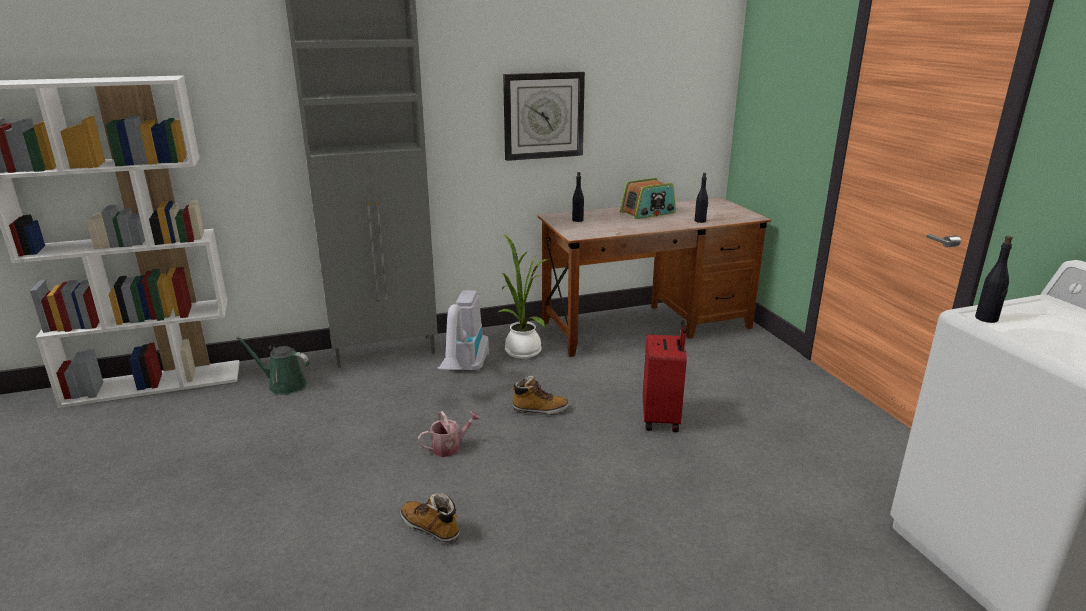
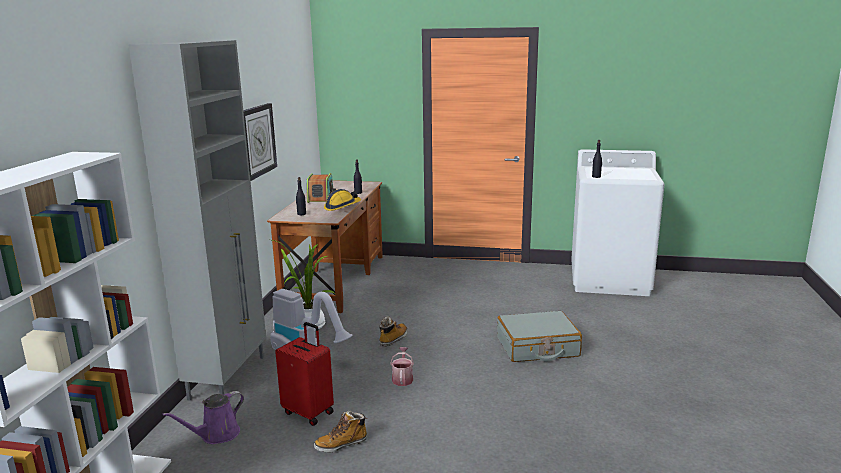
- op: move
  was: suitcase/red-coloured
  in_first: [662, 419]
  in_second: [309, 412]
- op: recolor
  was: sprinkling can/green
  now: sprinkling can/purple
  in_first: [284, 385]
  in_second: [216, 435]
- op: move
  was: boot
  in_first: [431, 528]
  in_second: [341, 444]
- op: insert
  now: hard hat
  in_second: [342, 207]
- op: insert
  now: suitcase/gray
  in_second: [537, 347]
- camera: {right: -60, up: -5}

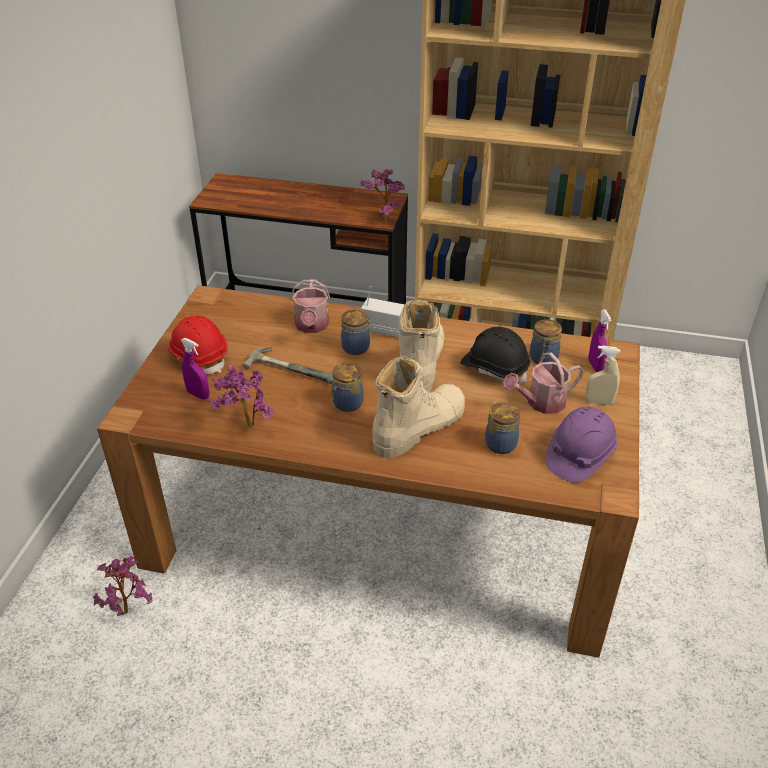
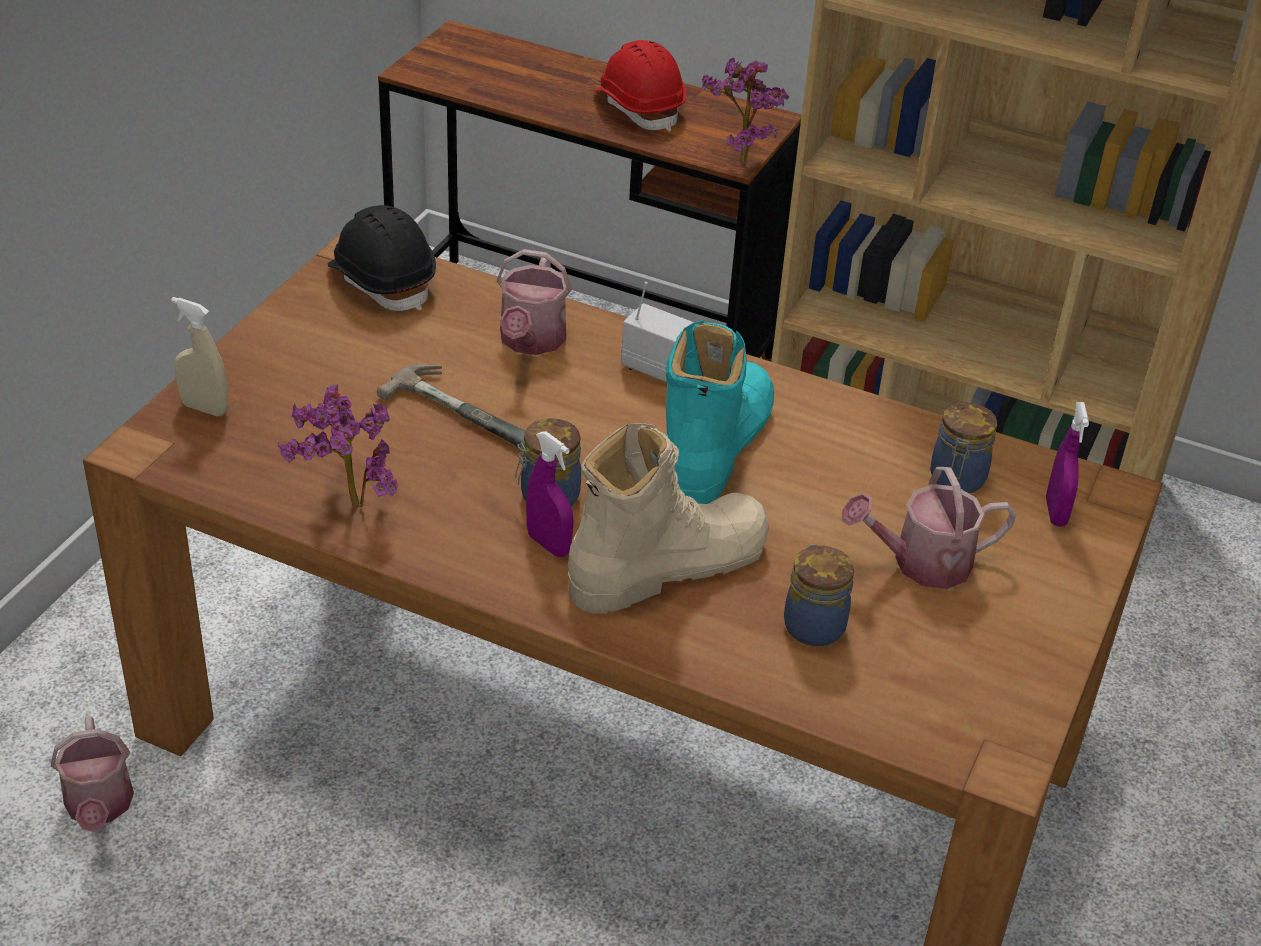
- op: recolor
  was: boot/beige-coloured
  now: boot/turquoise-coloured
  in_first: [421, 363]
  in_second: [714, 447]
- op: delete
  was: storage jar
  in_first: [357, 347]
- op: move
  was: hard hat/red-coloured
  in_first: [198, 357]
  in_second: [639, 108]
- op: move
  was: hard hat/black
  in_first: [494, 368]
  in_second: [382, 281]
- op: move
  was: spray bottle/purple
  in_first: [198, 394]
  in_second: [548, 544]
- op: move
  was: spray bottle/beige-coloured
  in_first: [598, 402]
  in_second: [205, 408]
- op: delete
  was: hard hat/purple
  in_first: [579, 456]
- op: replace
  was: potted plant
  now: sprinkling can
  in_first: [128, 609]
  in_second: [99, 807]
- camera: {right: 10, up: 0}

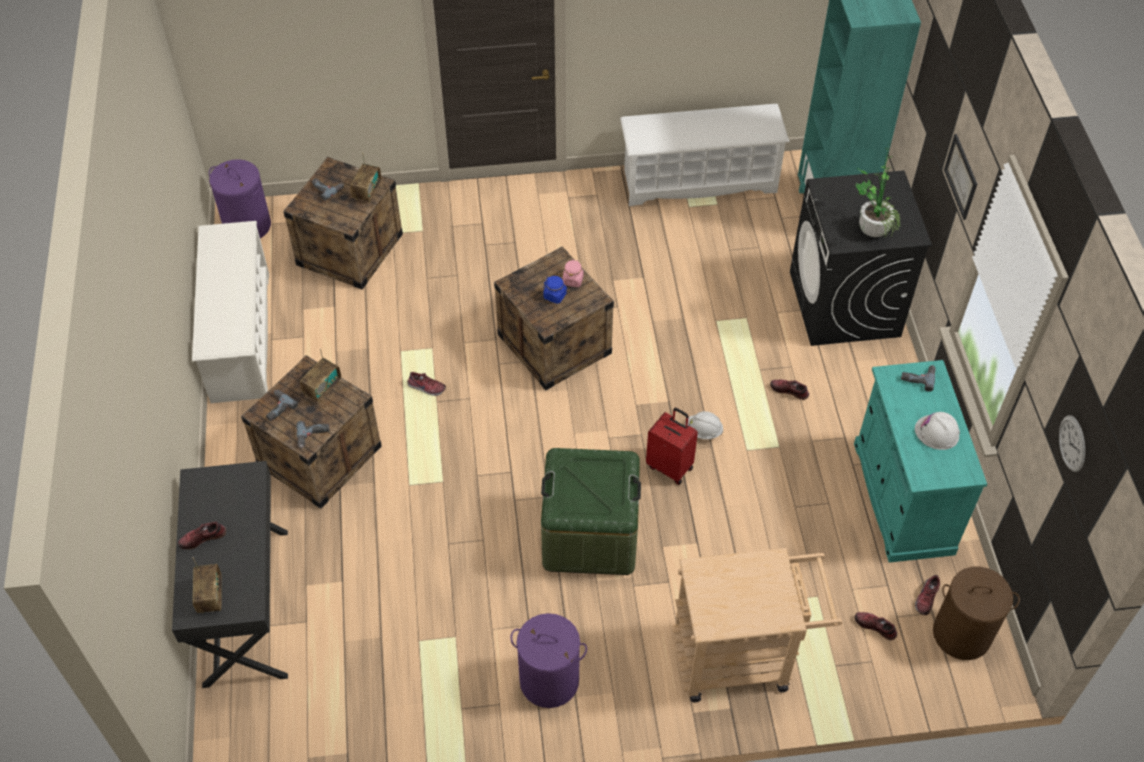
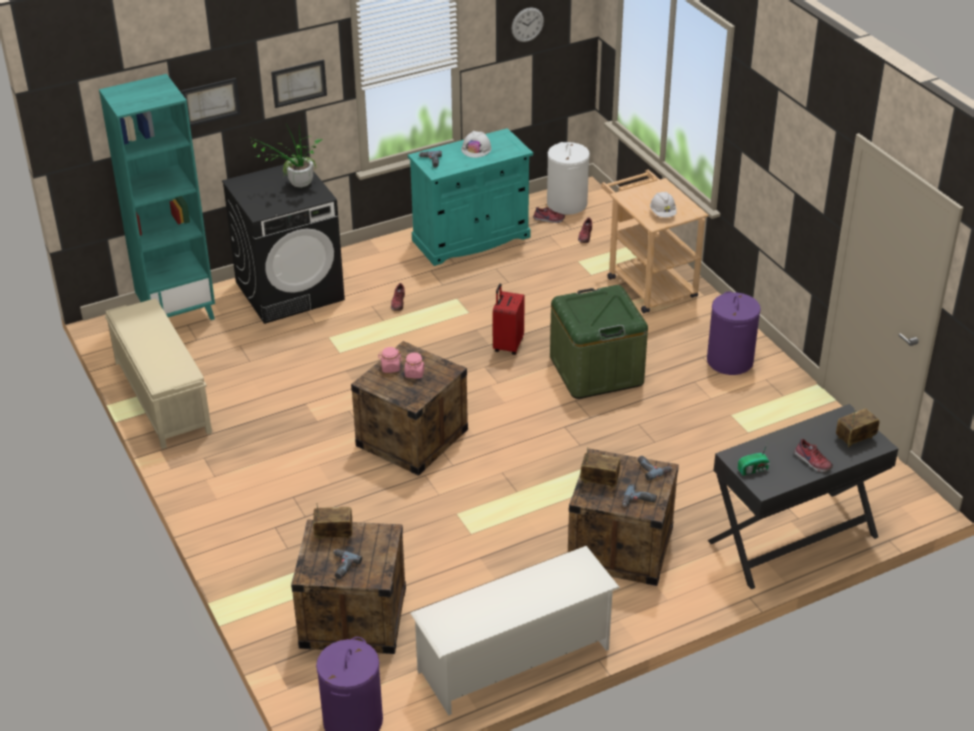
- op: replace
  was: shoe stand/white-coloured
  now: long seat/beige-coloured
  in_first: [699, 181]
  in_second: [162, 396]
- op: recolor
  was: storage jar/blue-coloured
  now: storage jar/pink
  in_first: [555, 296]
  in_second: [414, 373]
- op: delete
  was: low shoe
  in_first: [426, 388]
- op: move
  was: hard hat/white-coloured
  in_first: [703, 431]
  in_second: [663, 213]
- op: recolor
  was: hamper/brown-coloured
  now: hamper/white-coloured
  in_first: [962, 634]
  in_second: [566, 204]
- op: insert
  now: wall art
  in_second: [210, 102]
- op: insert
  now: radio
  in_second: [754, 469]
- camera: {right: -110, up: -15}

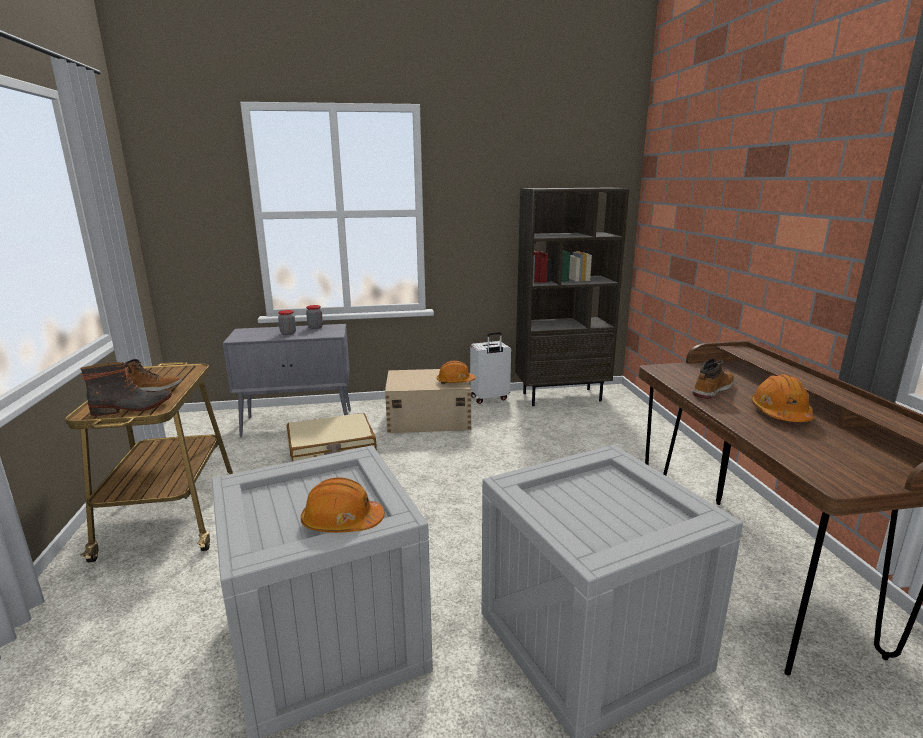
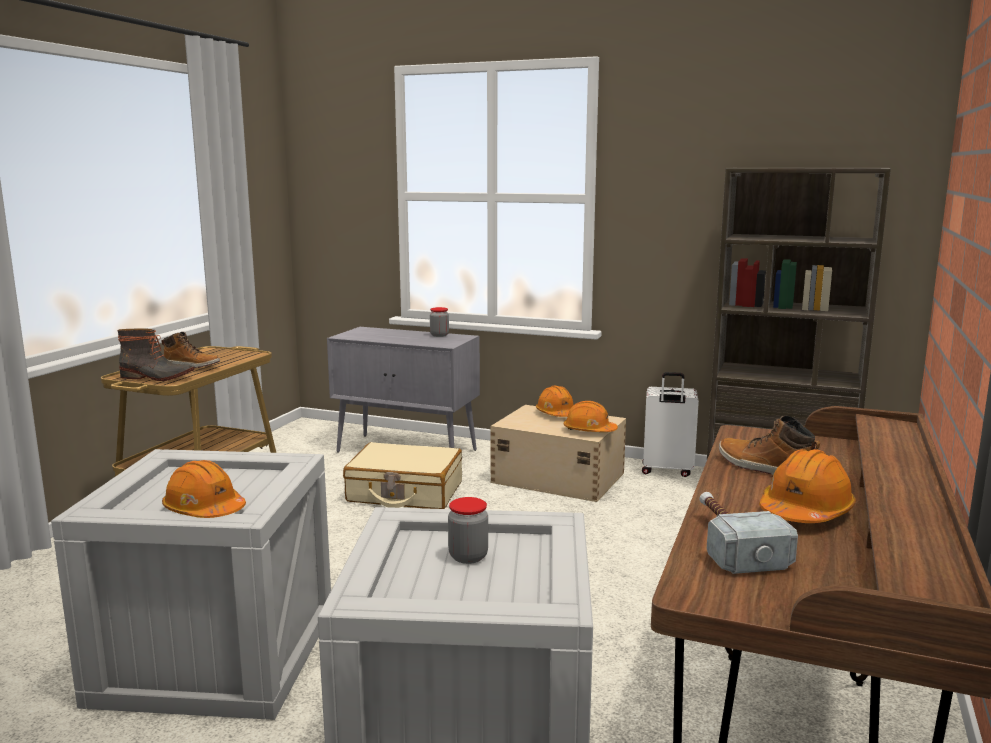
- op: move
  was: storage jar
  in_first: [288, 333]
  in_second: [468, 557]
- op: rotate
  was: boot
  in_first: [712, 390]
  in_second: [764, 468]
  clockwise: -120
- op: insert
  now: hard hat/orange-coloured
  in_second: [556, 414]
- op: insert
  now: hand hammer
  in_second: [730, 543]
- camera: {right: 30, up: -5}

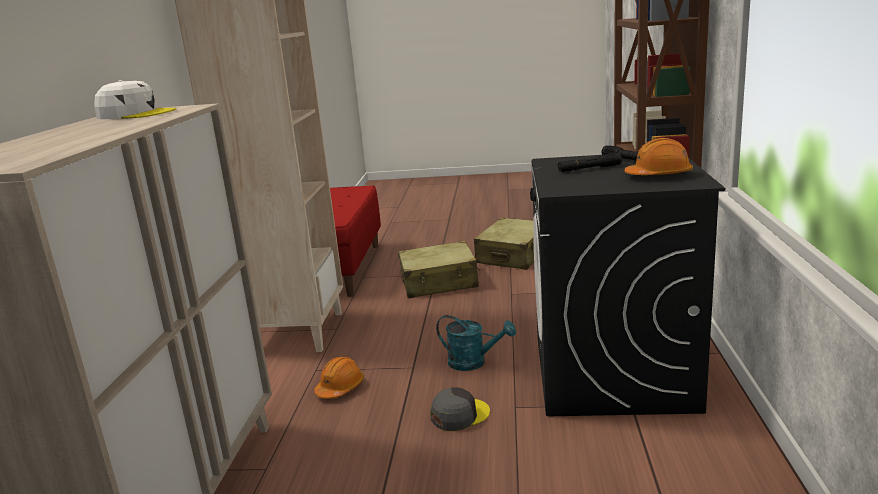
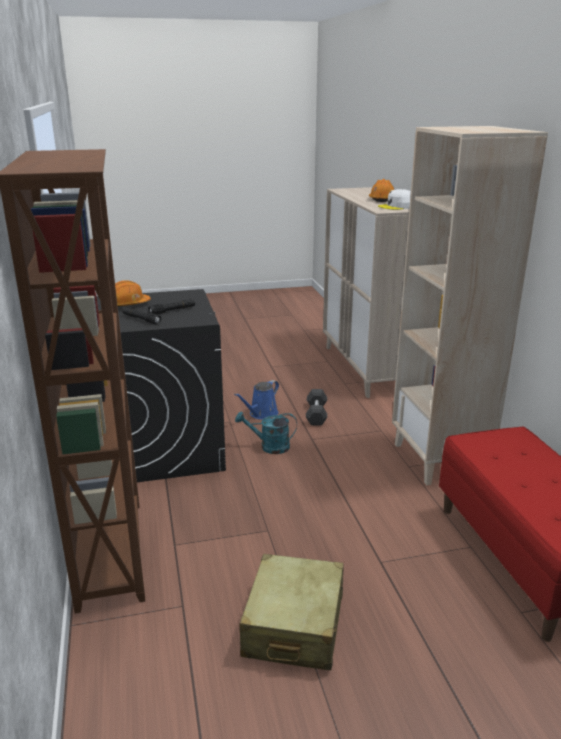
- op: delete
  was: suitcase/beige-coloured
  in_first: [439, 282]
- op: move
  was: hard hat/orange-coloured
  in_first: [340, 388]
  in_second: [382, 199]
- op: replace
  was: peaked cap/gray
  now: sprinkling can/blue-coloured
  in_first: [459, 415]
  in_second: [261, 414]
- op: insert
  now: free weight/gray
  in_second: [316, 414]
- camera: {right: 160, up: 5}

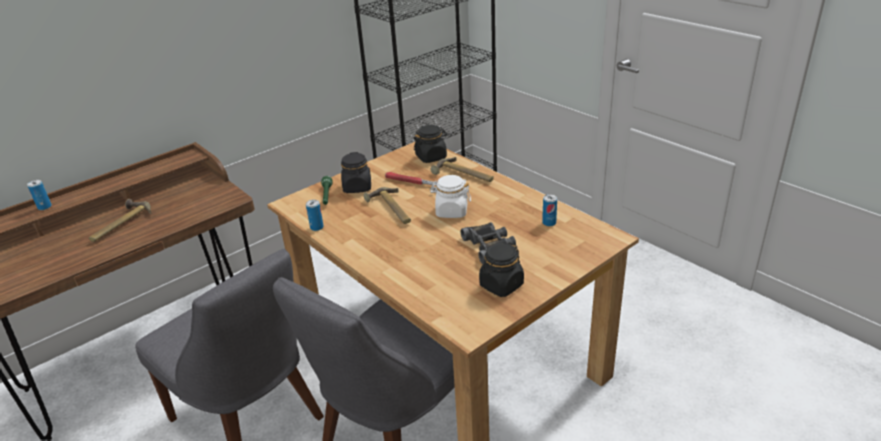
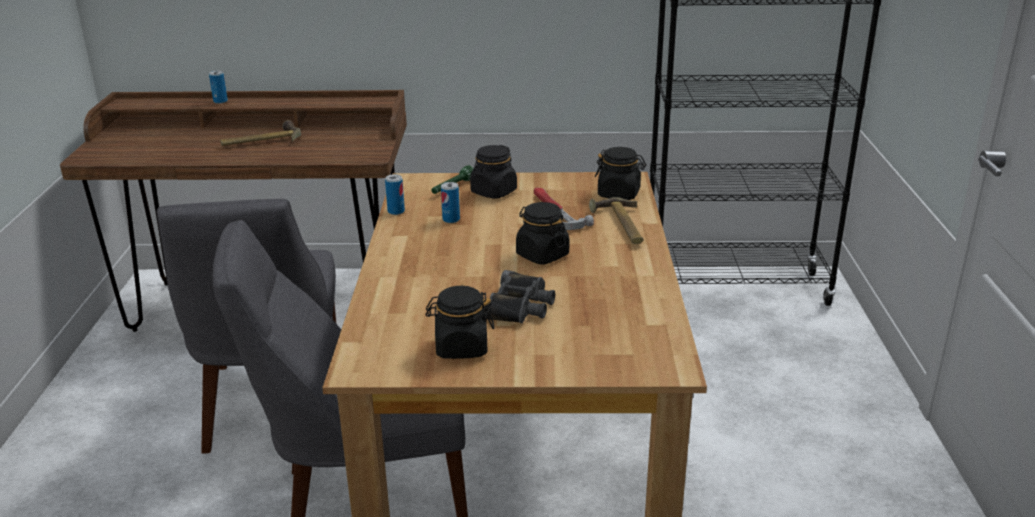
- op: recolor
  was: storage jar/white-coloured
  now: storage jar/black
  in_first: [451, 211]
  in_second: [542, 255]
- op: delete
  was: hand hammer
  in_first: [390, 210]
- op: move
  was: sealed can
  in_first: [549, 223]
  in_second: [451, 219]
- camera: {right: 40, up: -5}

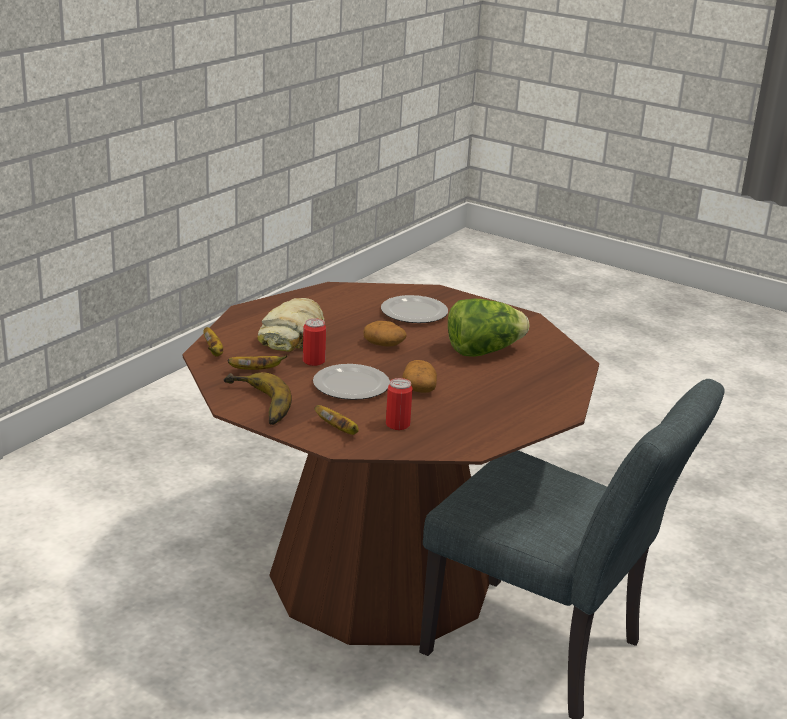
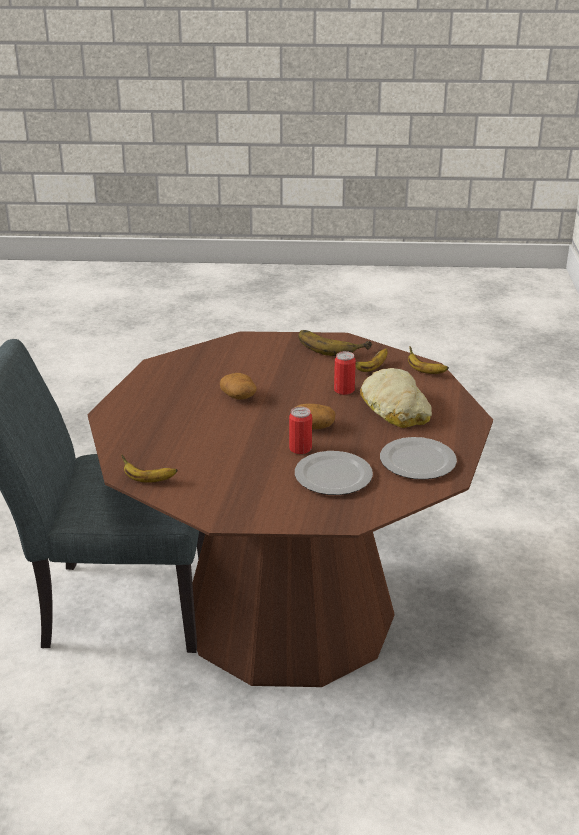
- op: delete
  was: head of lettuce
  in_first: [483, 351]
- op: move
  was: flat dish
  in_first: [350, 385]
  in_second: [419, 462]
- op: move
  was: sealed can
  in_first: [397, 424]
  in_second: [300, 448]
- op: move
  was: banana fruit
  in_first: [339, 430]
  in_second: [148, 480]
- camera: {right: 150, up: 5}

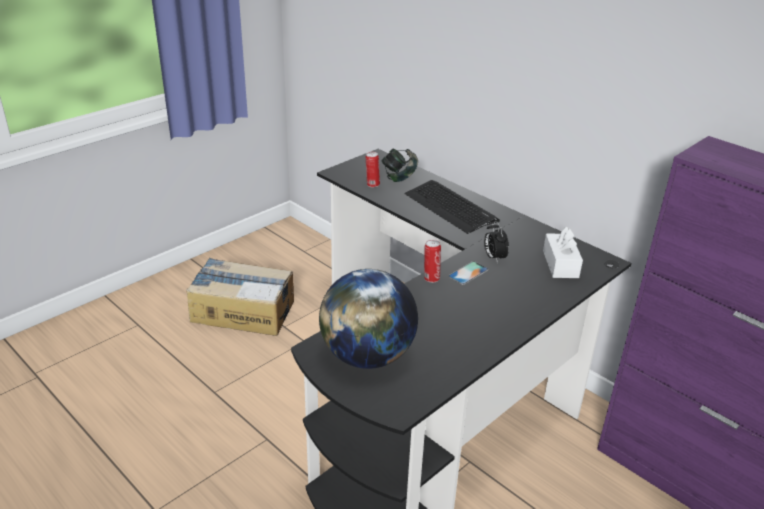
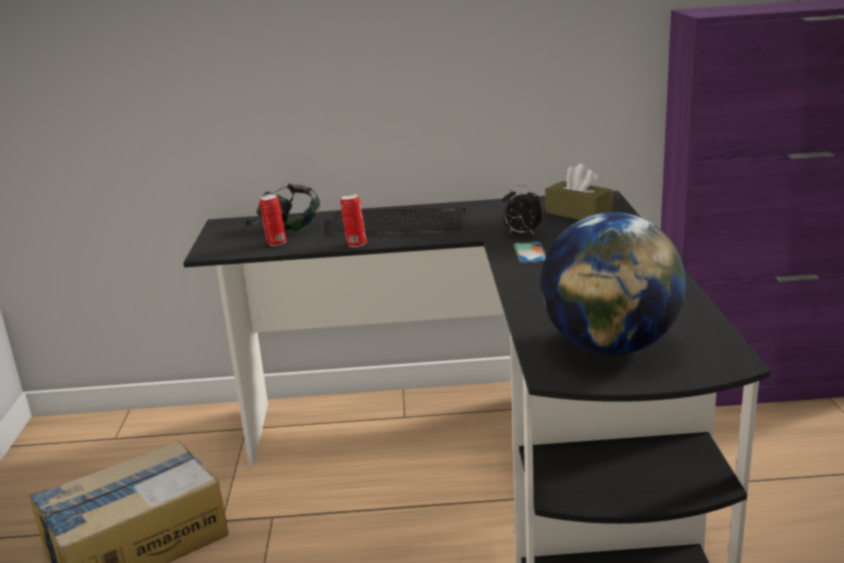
- op: recolor
  was: tissue box/white-coloured
  now: tissue box/brown-coloured
  in_first: [560, 264]
  in_second: [578, 213]
- op: move
  was: sealed can
  in_first: [431, 278]
  in_second: [355, 244]
- camera: {right: -45, up: -10}

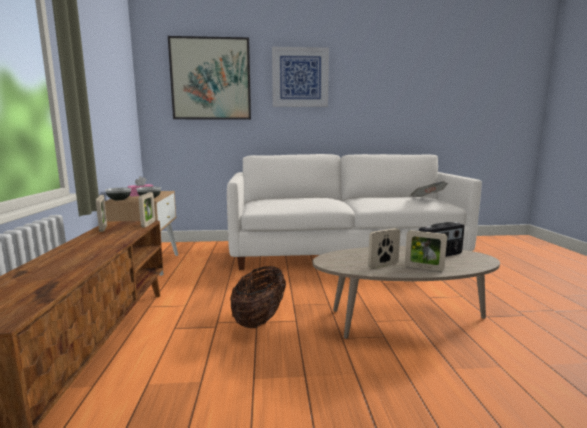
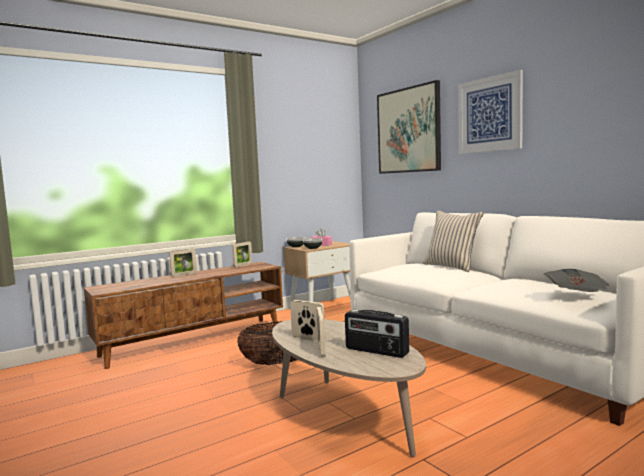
- op: move
  was: picture frame
  in_first: [148, 224]
  in_second: [184, 275]
- op: insert
  now: cushion/beige-coloured
  in_second: [452, 267]
- camera: {right: 60, up: -5}

